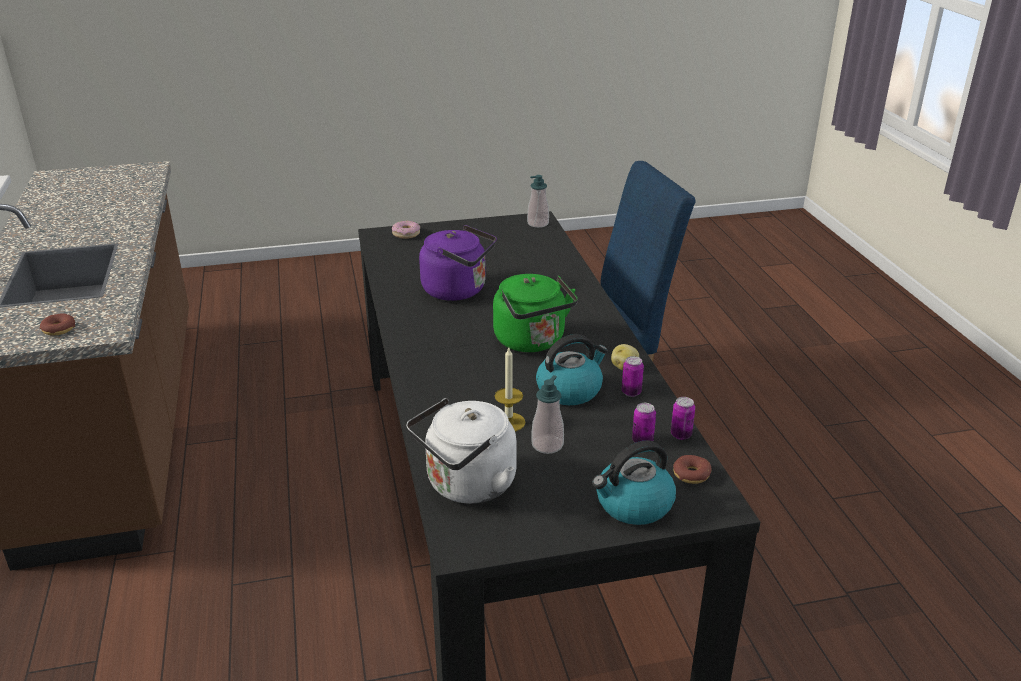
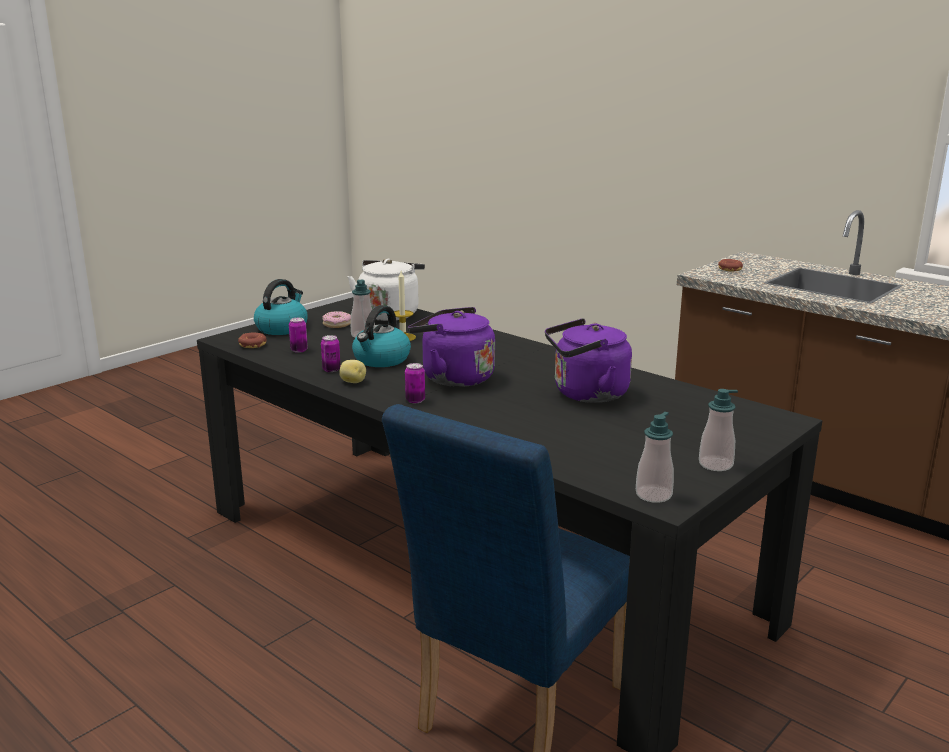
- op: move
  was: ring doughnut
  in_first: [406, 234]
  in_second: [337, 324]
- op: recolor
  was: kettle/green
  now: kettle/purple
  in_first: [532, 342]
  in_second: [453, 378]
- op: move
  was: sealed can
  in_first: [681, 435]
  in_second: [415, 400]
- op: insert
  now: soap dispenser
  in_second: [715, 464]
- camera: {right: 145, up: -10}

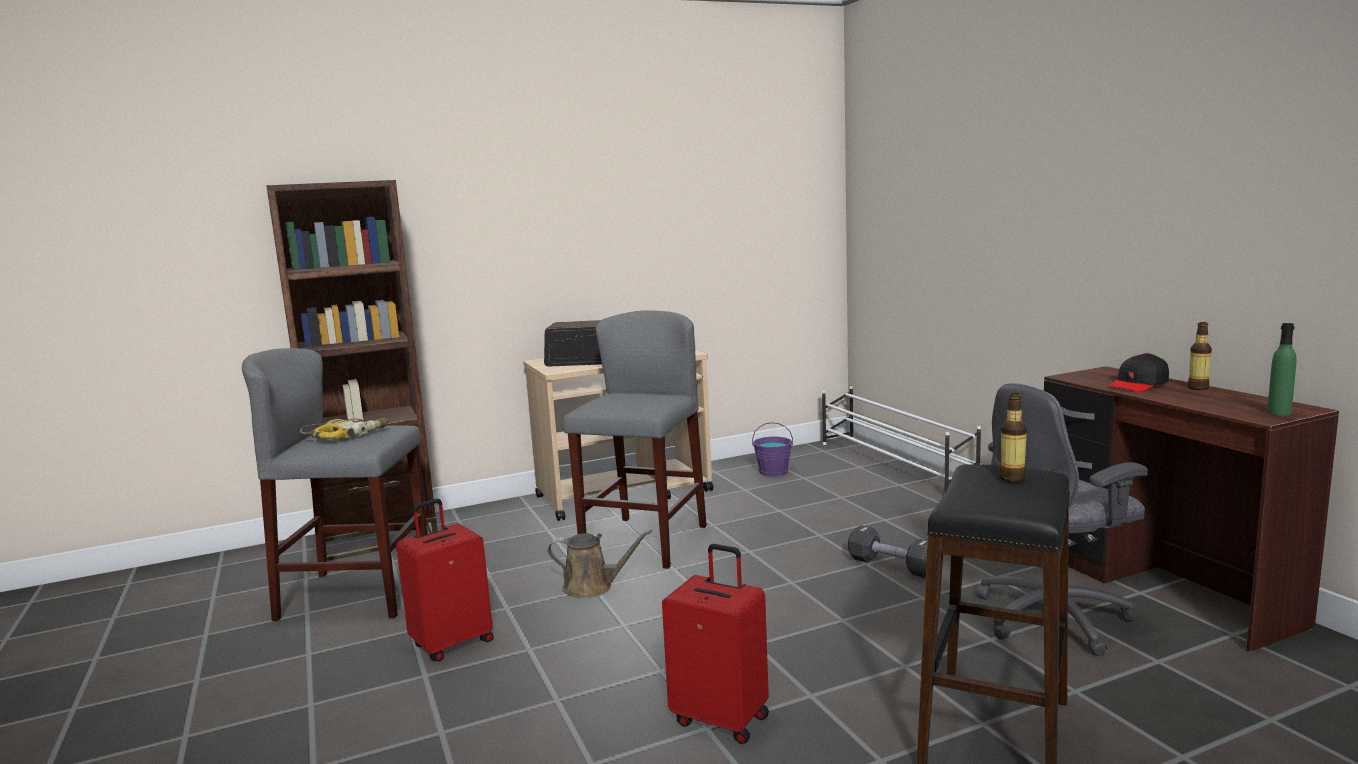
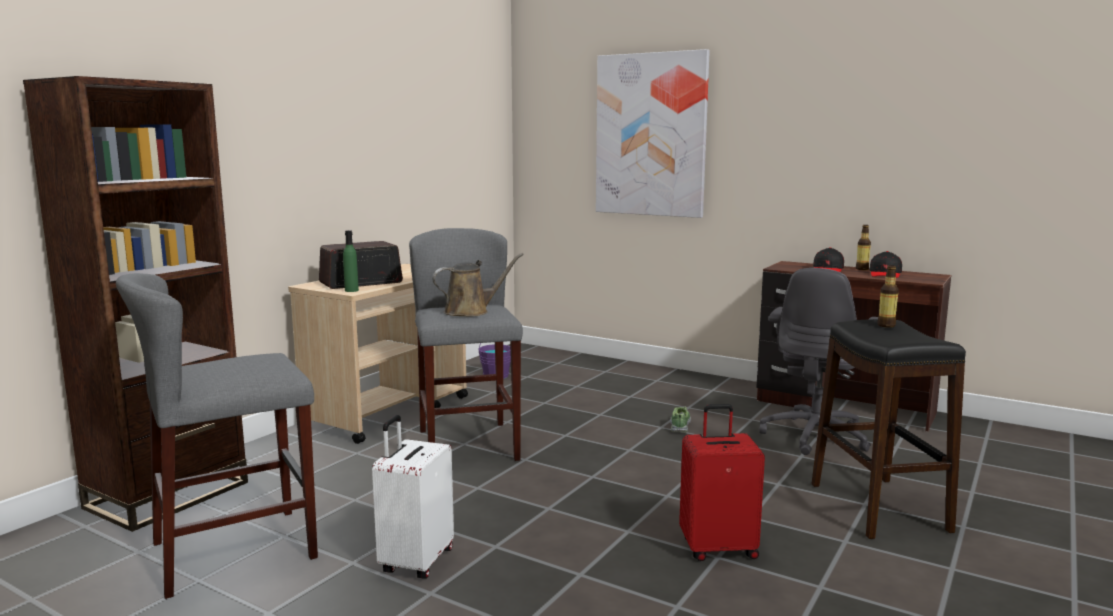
- op: move
  was: bottle/green
  in_first: [1279, 413]
  in_second: [351, 290]
- op: delete
  was: shoe stand/white-coloured
  in_first: [894, 465]
- op: delete
  was: electric drill
  in_first: [347, 435]
- op: recolor
  was: suitcase/red-coloured
  now: suitcase/white-coloured
  in_first: [452, 643]
  in_second: [415, 561]
- op: replace
  was: free weight/black
  now: low shoe
  in_first: [892, 566]
  in_second: [680, 425]
- op: move
  was: sprinkling can/brown-coloured
  in_first: [593, 587]
  in_second: [471, 311]
- op: insert
  now: wall art
  in_second: [651, 135]
- op: insert
  now: peaked cap/black
  in_second: [885, 274]
- camera: {right: -35, up: 0}

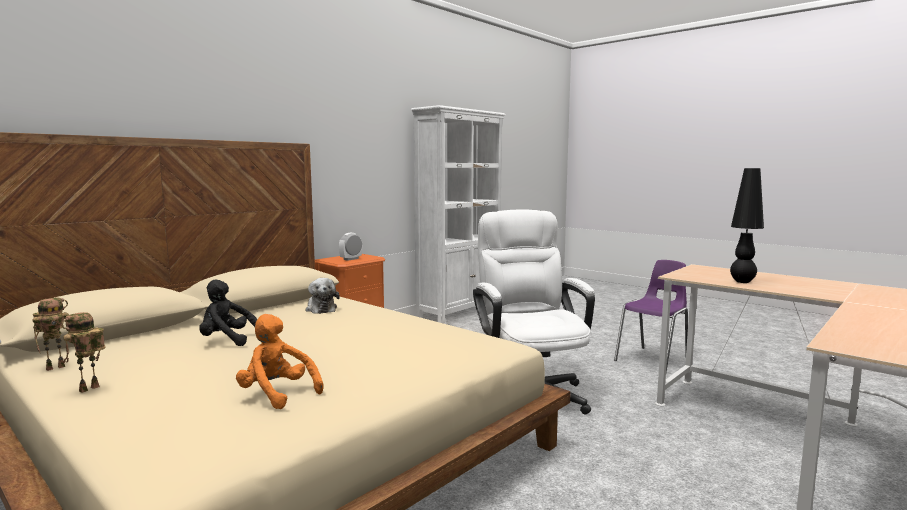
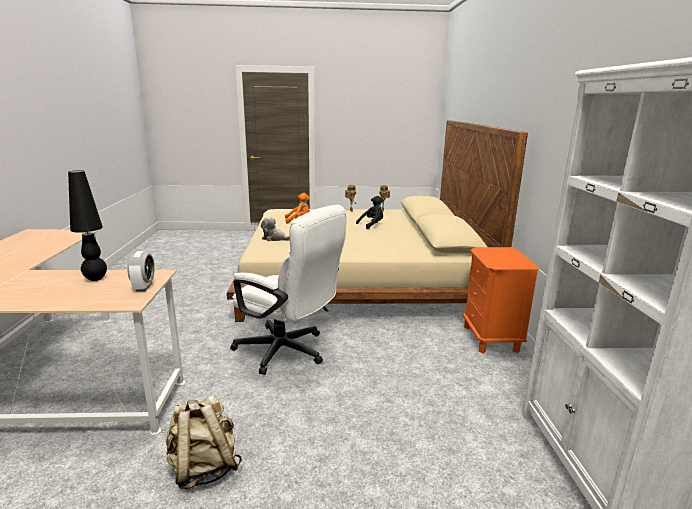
- op: move
  was: table clock
  in_first: [351, 259]
  in_second: [144, 287]
- op: replace
  was: chair/purple
  now: backpack/beige-coloured
  in_first: [653, 359]
  in_second: [204, 468]
- op: move
  was: soft toy
  in_first: [321, 309]
  in_second: [274, 238]
- camera: {right: 135, up: 10}

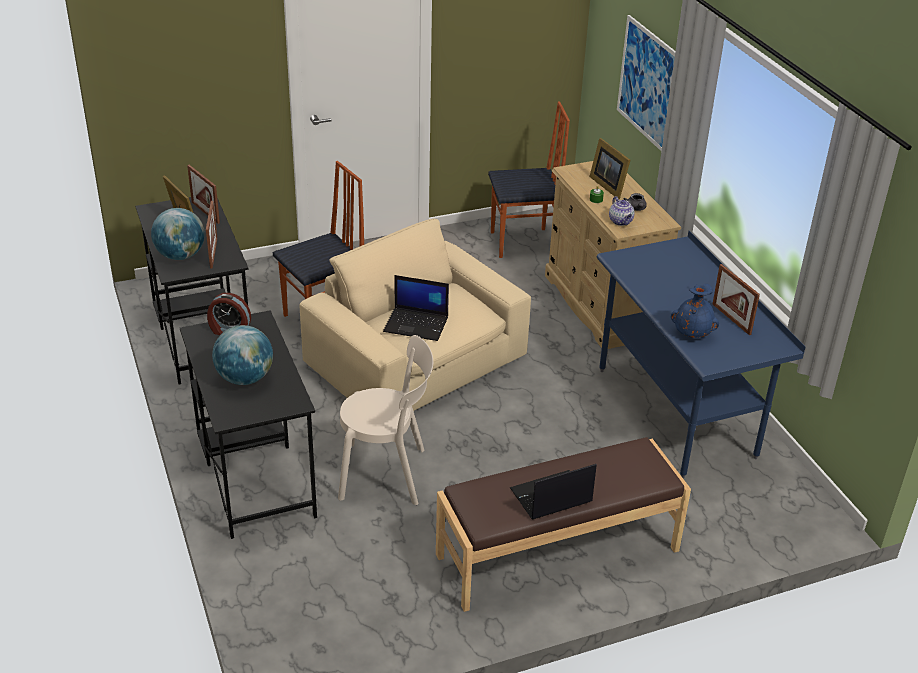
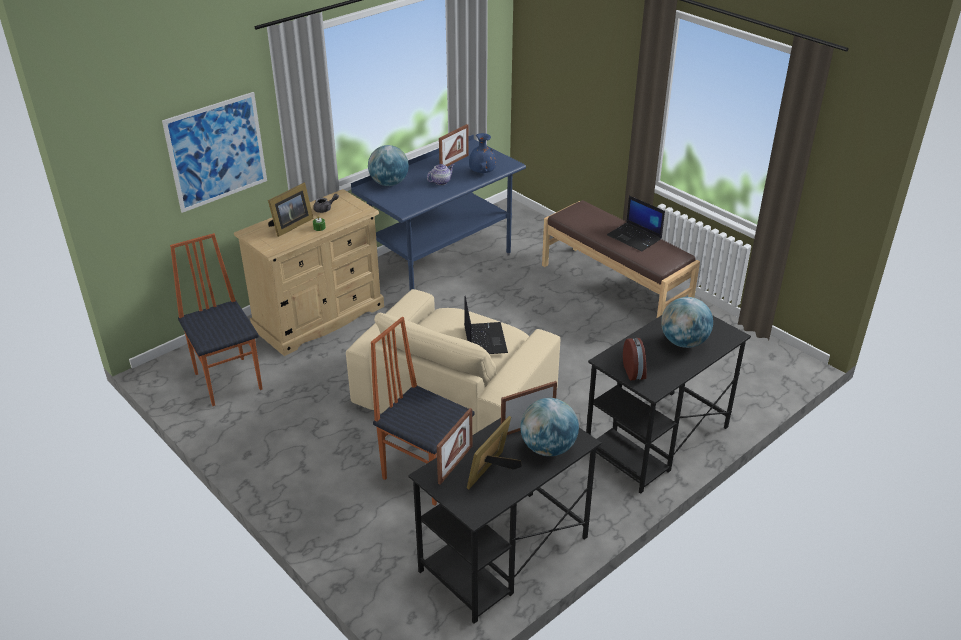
- op: move
  was: teapot
  in_first: [621, 221]
  in_second: [441, 181]
- op: delete
  was: chair/beige-coloured
  in_first: [387, 474]
- op: insert
  now: globe
  in_second: [389, 183]
- camera: {right: -110, up: 0}

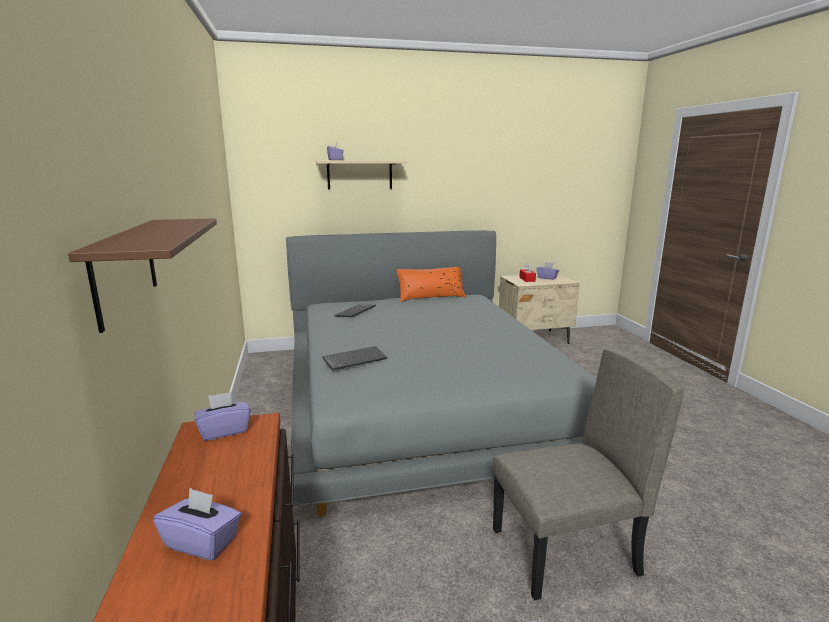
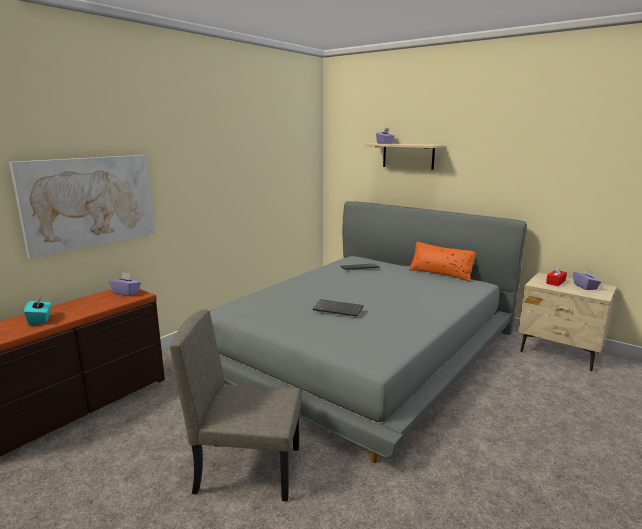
- op: replace
  was: shelf/brown-coloured
  now: wall art
  in_first: [125, 269]
  in_second: [90, 202]
- op: move
  was: PC keyboard
  in_first: [355, 359]
  in_second: [339, 309]
- op: rotate
  was: chair/beige-coloured
  in_first: [565, 552]
  in_second: [249, 469]
  clockwise: 150
- op: recolor
  was: tissue box/purple
  now: tissue box/turquoise-coloured
  in_first: [202, 542]
  in_second: [40, 320]
- camera: {right: 50, up: 0}

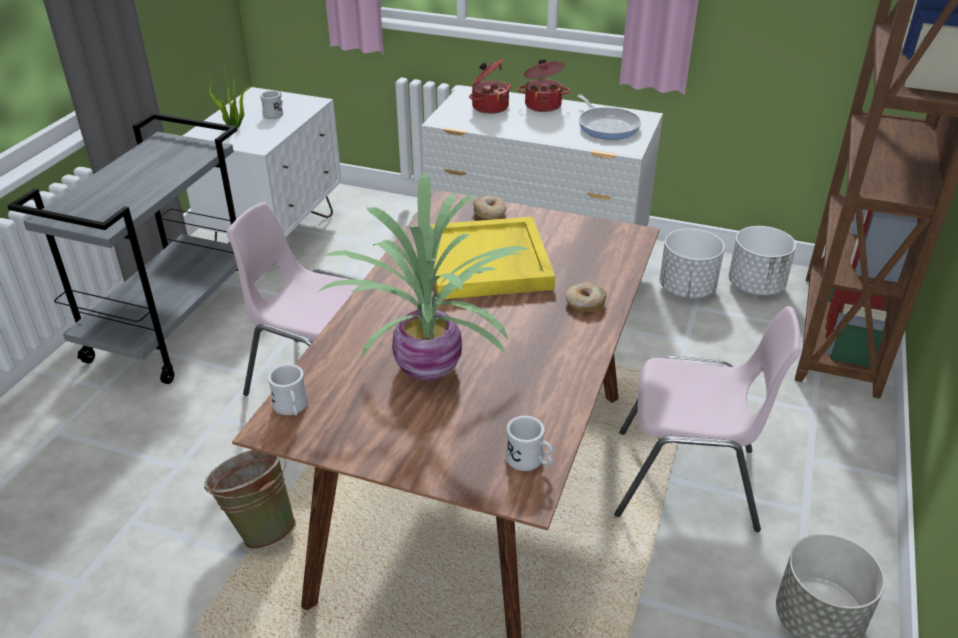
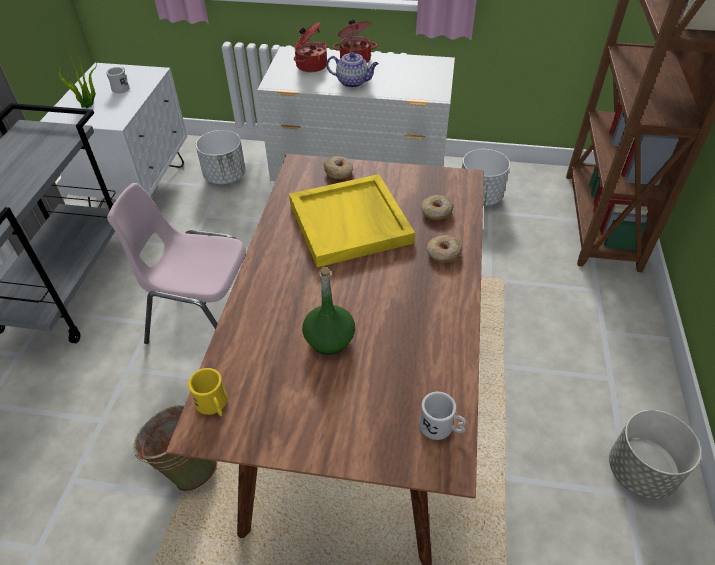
- op: delete
  was: frying pan
  in_first: [607, 126]
- op: replace
  was: potted plant
  now: bottle/green
  in_first: [432, 366]
  in_second: [330, 339]
- op: move
  was: plant pot/white-coloured
  in_first: [755, 286]
  in_second: [225, 176]
- op: delete
  was: chair/pink
  in_first: [688, 482]
- op: recolor
  was: tea mug/white-coloured
  now: tea mug/yellow
  in_first: [292, 408]
  in_second: [214, 405]
- op: insert
  now: teapot
  in_second: [353, 82]
- op: insert
  now: ring doughnut
  in_second: [436, 212]
- camera: {right: -10, up: 10}

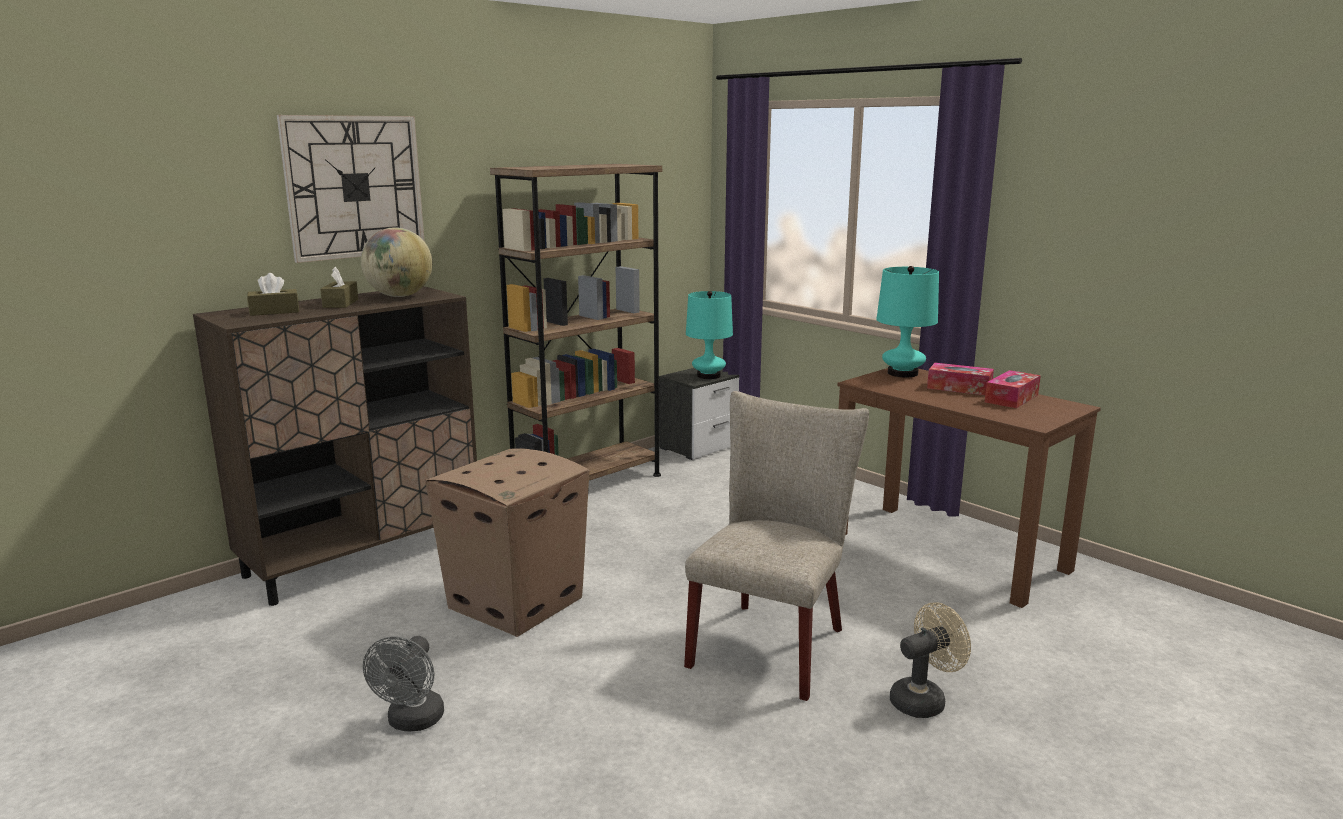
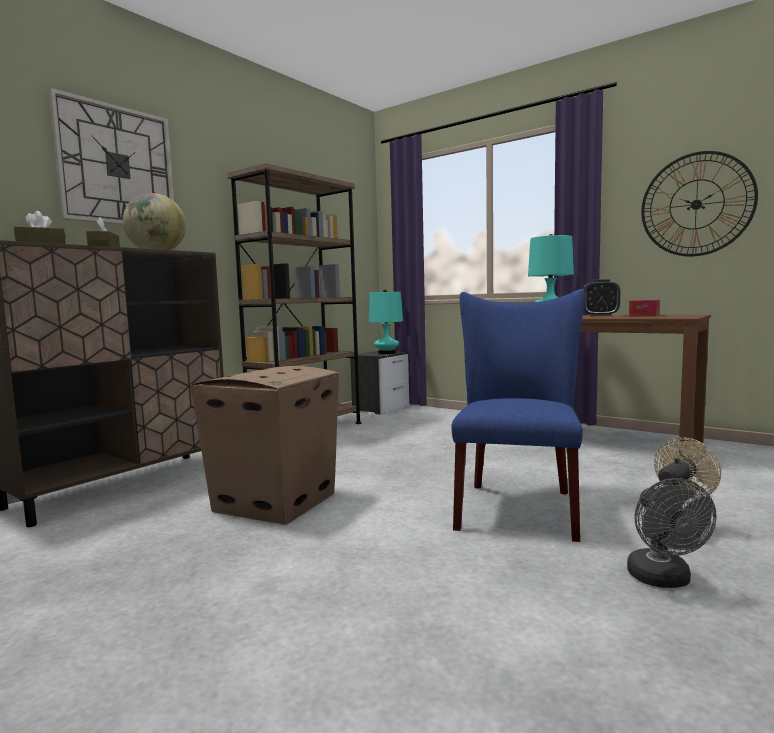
- op: replace
  was: tissue box
  now: table clock
  in_first: [959, 388]
  in_second: [600, 315]
- op: recolor
  was: chair/beige-coloured
  now: chair/blue-coloured
  in_first: [772, 642]
  in_second: [517, 506]
- op: move
  was: cooling fan/gray
  in_first: [412, 722]
  in_second: [663, 580]
- op: insert
  now: clock on the wall
  in_second: [696, 204]
- camera: {right: -10, up: -10}

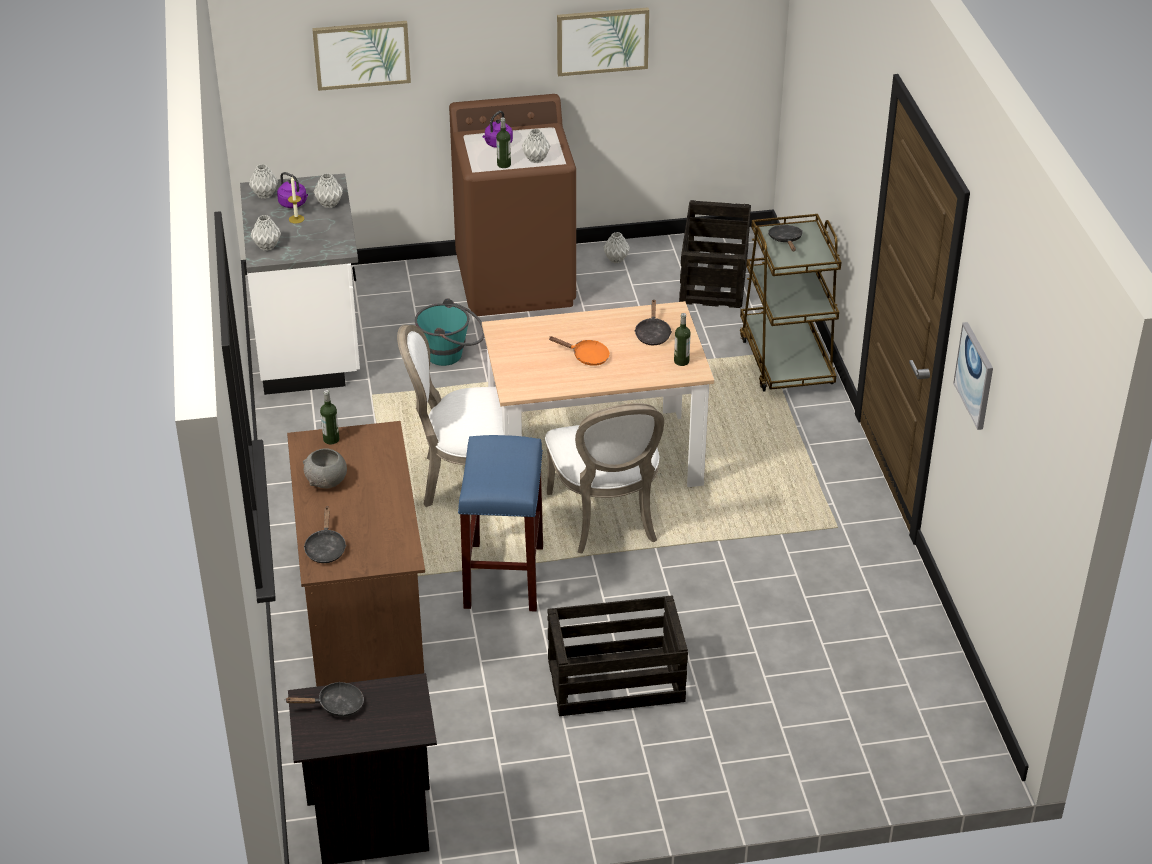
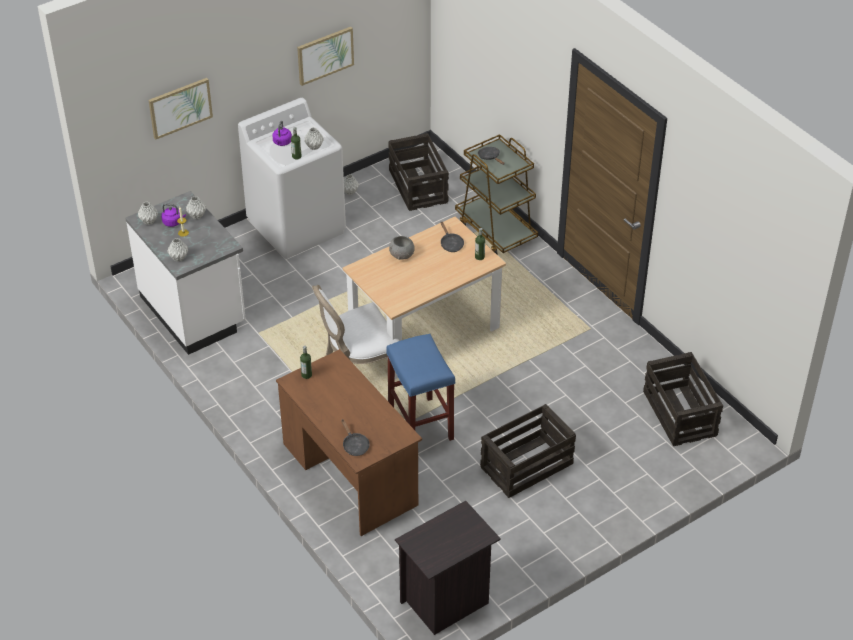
- op: recolor
  was: washing machine/brown-coloured
  now: washing machine/white-coloured
  in_first: [516, 282]
  in_second: [297, 226]
- op: delete
  was: bucket/turquoise-coloured
  in_first: [452, 355]
- op: delete
  was: wall art
  in_first: [975, 375]
- op: delete
  was: frying pan/orange-coloured
  in_first: [586, 357]
- op: delete
  was: chair/white-coloured
  in_first: [607, 520]
- op: move
  was: serving bowl/gray
  in_first: [327, 481]
  in_second: [402, 255]
- op: delete
  was: frying pan/black
  in_first: [336, 705]
- op: insert
  now: crate
  in_second: [680, 414]
- camera: {right: -25, up: 5}

